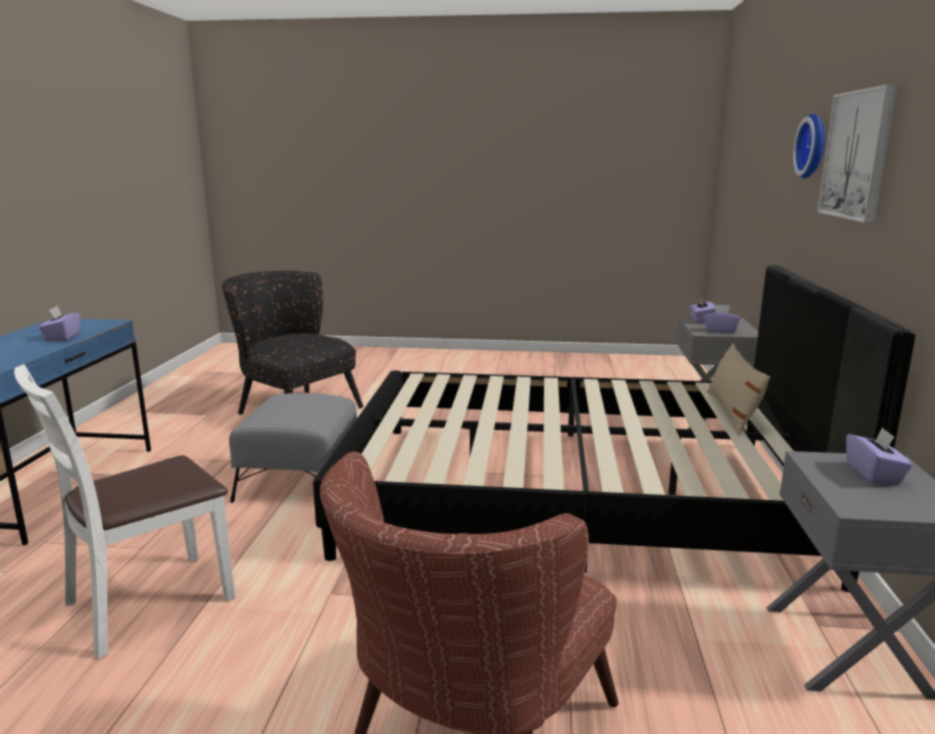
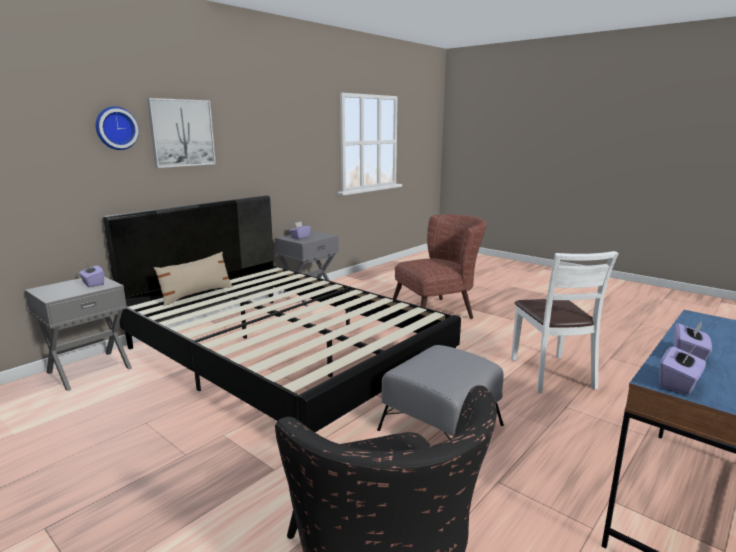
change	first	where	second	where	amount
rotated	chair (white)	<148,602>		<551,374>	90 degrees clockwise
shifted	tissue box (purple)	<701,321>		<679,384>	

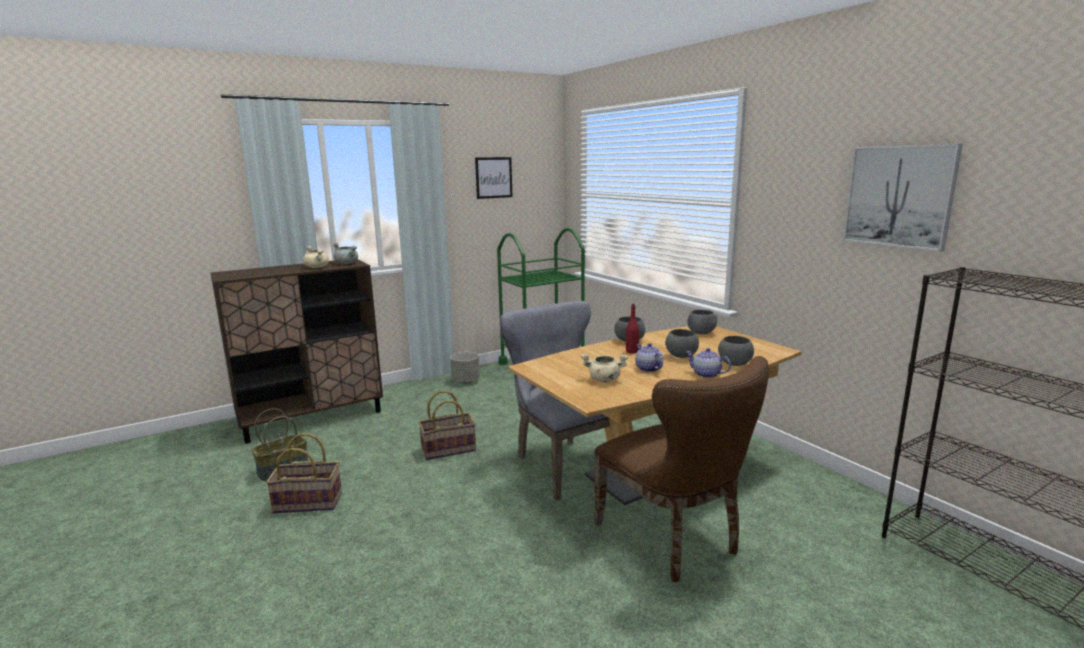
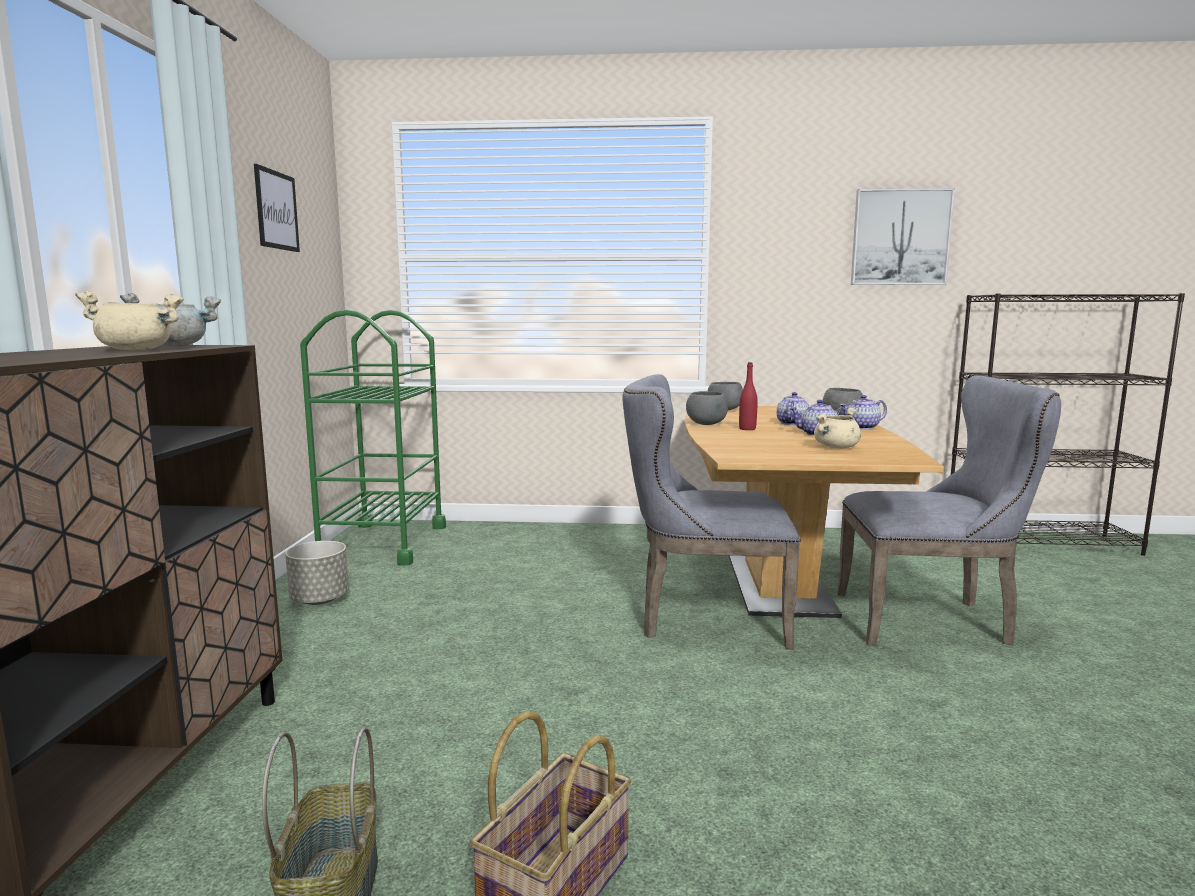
change	first	where	second	where	amount
swapped	bowl (grey)	<681,356>	teapot	<792,423>	
repainted	chair (brown)	<674,540>	chair (grey)	<932,620>	
gone	basket	<448,449>			

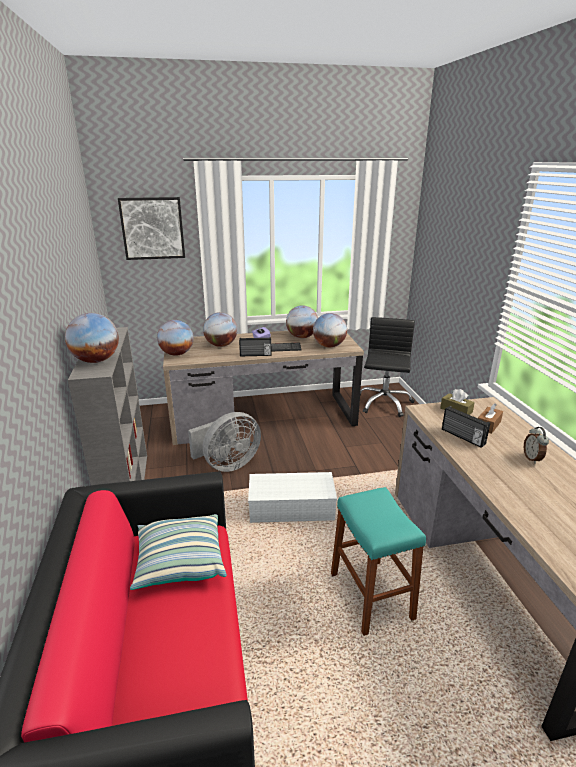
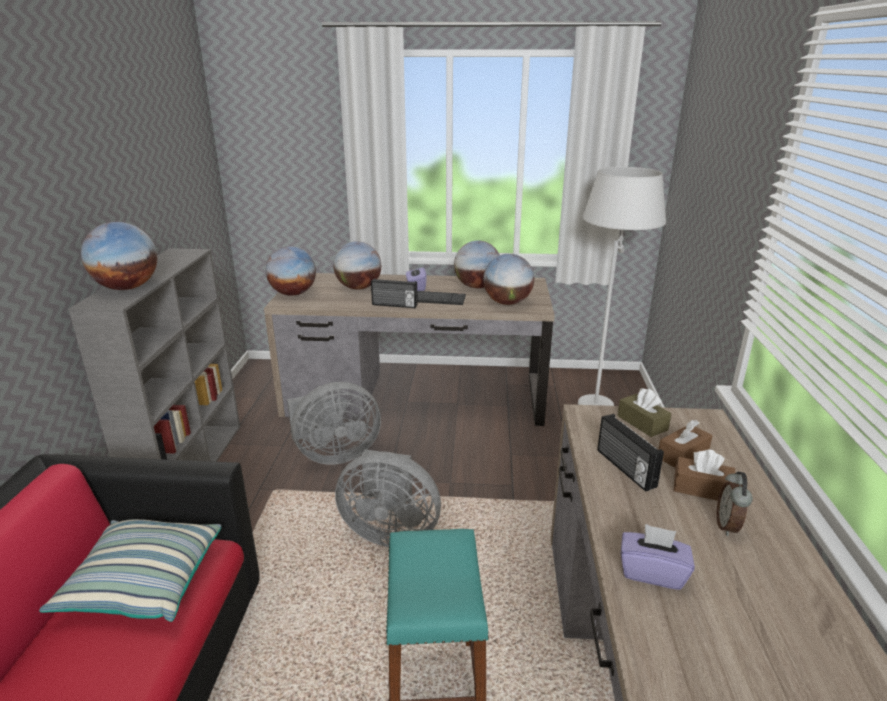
change	first	where	second	where	amount
swapped	storage box (white)	<292,507>	fan (grey)	<390,531>	
swapped	office chair (black)	<383,403>	floor lamp (white)	<600,398>	
new			tissue box (purple)	<652,572>	
new			tissue box (brown)	<702,489>	
gone	picture	<152,228>			

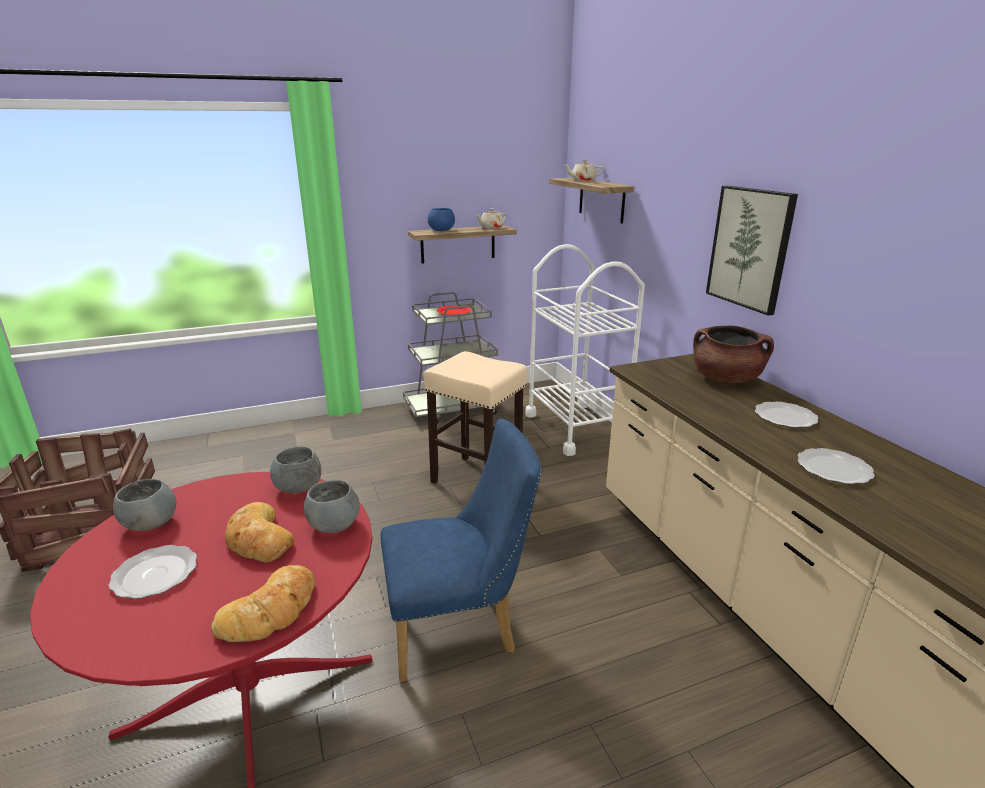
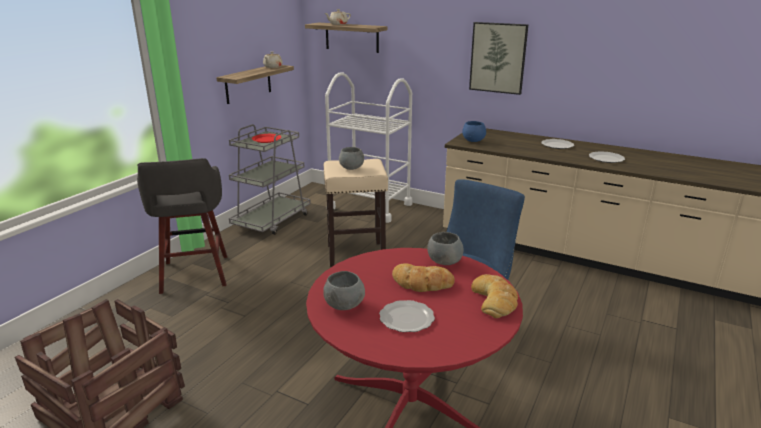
change	first	where	second	where	amount
new			stool (grey)	<194,275>	
shifted	bowl (grey)	<299,488>		<352,168>	
shifted	bowl (blue)	<442,230>		<473,141>	
gone	cooking pot (brown)	<726,379>			

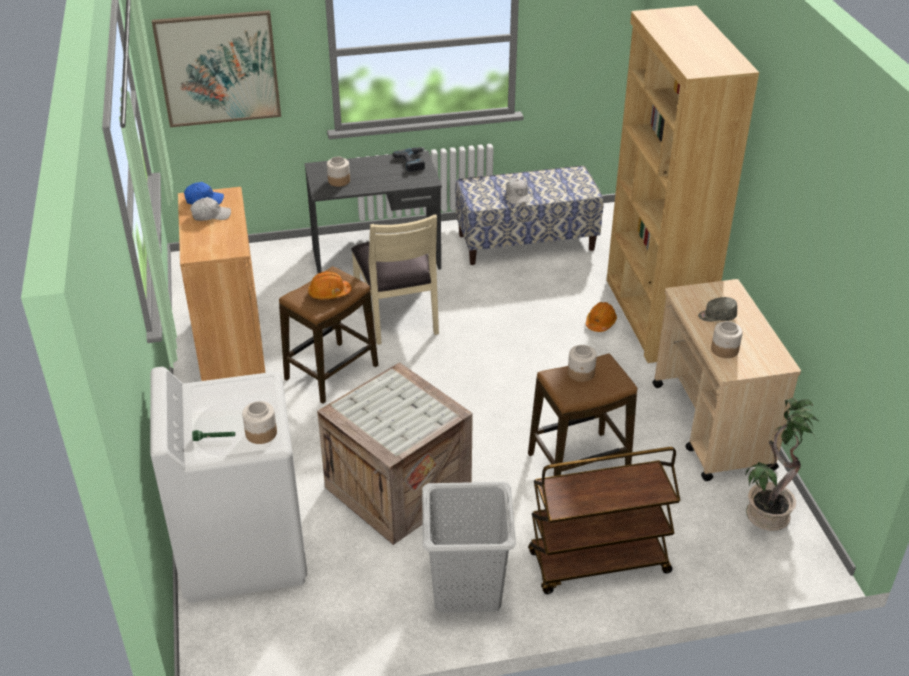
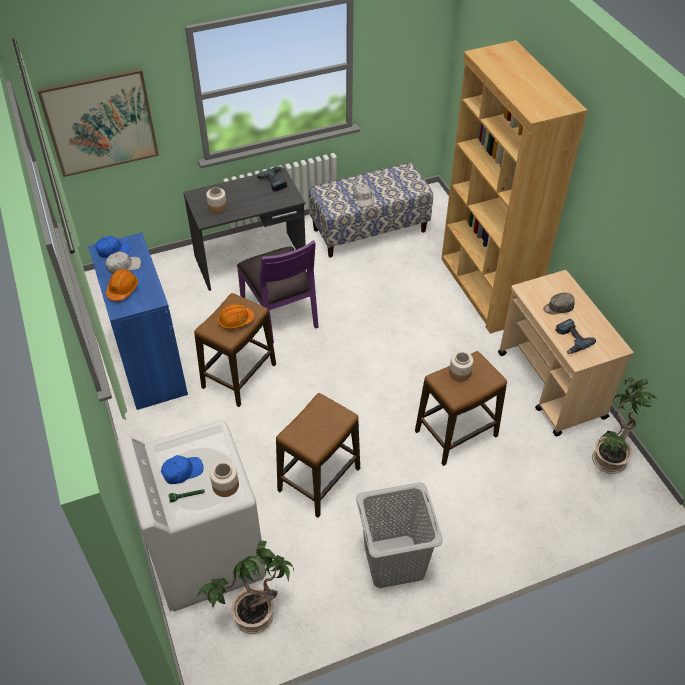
change	first	where	second	where	amount
repainted	cabinet (brown)	<232,350>	cabinet (blue)	<150,365>	
shifted	hard hat (orange)	<600,323>		<122,289>	
new			cap (blue)	<182,471>	
new			potted plant	<254,613>	
repainted	chair (beige)	<398,314>	chair (purple)	<281,312>	
swapped	crate	<398,490>	stool	<319,480>	
swapped	jar	<724,349>	power drill	<570,340>	
gone	cart (brown)	<598,564>			

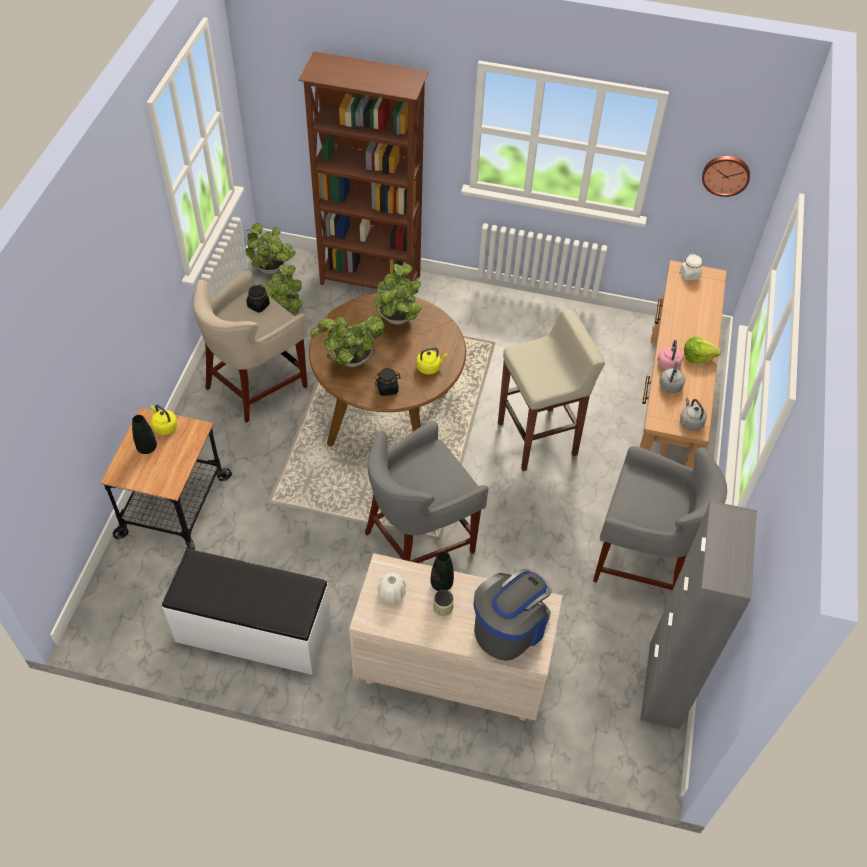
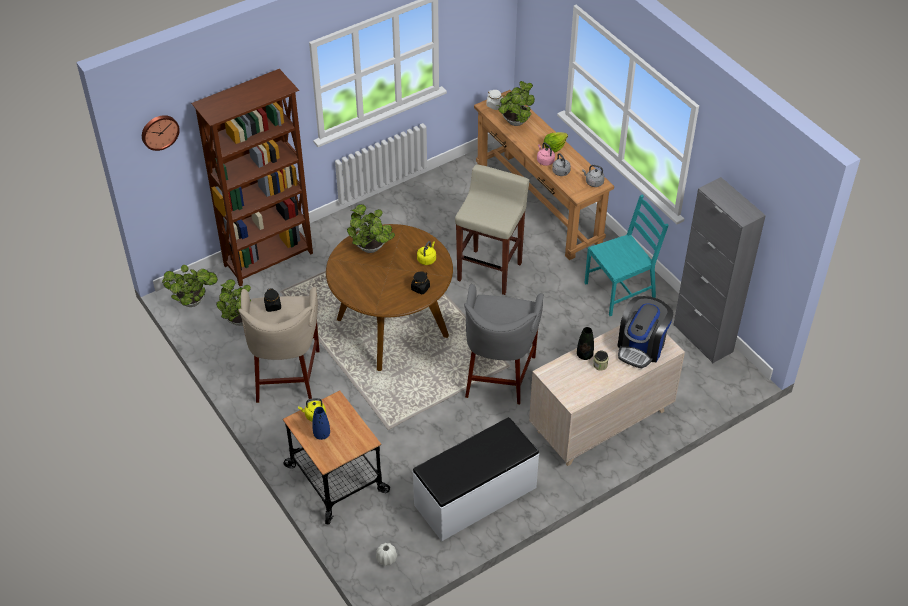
change	first	where	second	where	amount
shifted	wall clock	<726,174>		<159,131>	
repainted	vase (black)	<147,448>	vase (blue)	<322,434>	
shifted	vase (white)	<391,593>		<386,559>	
shifted	potted plant	<349,360>		<515,123>	
swapped	stool (grey)	<640,561>	chair (turquoise)	<620,290>	
rotated	coffee machine	<509,627>		<641,346>	150 degrees counterclockwise

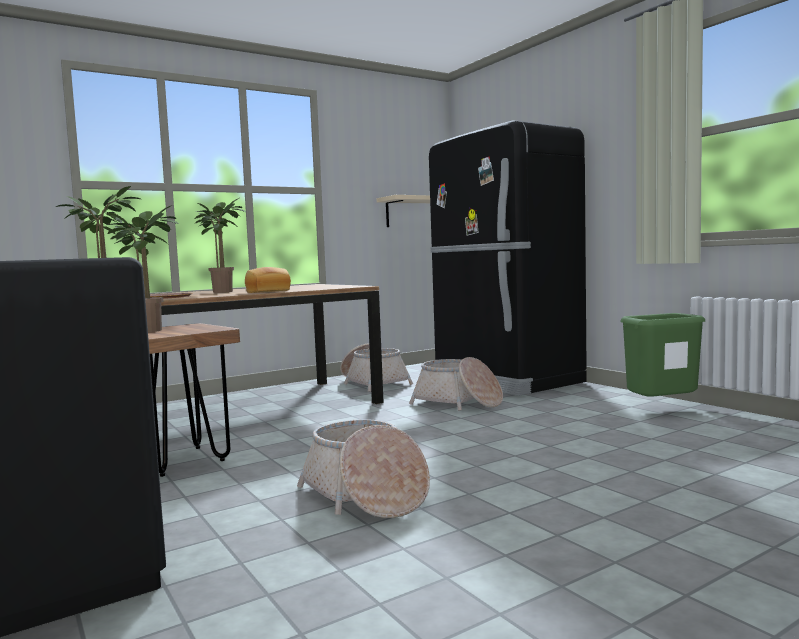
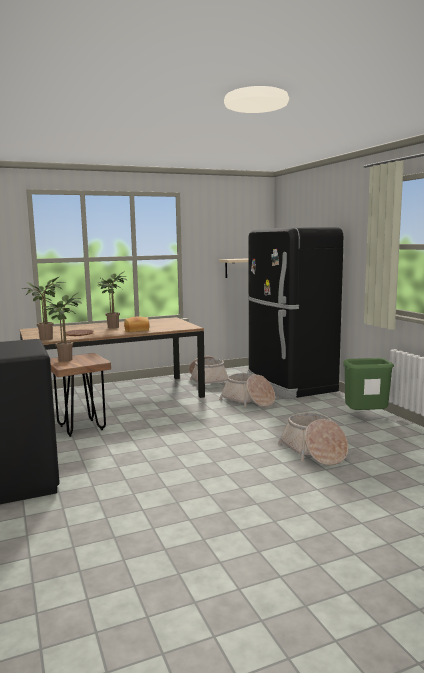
change	first	where	second	where	amount
shifted	basket	<365,495>		<314,452>	

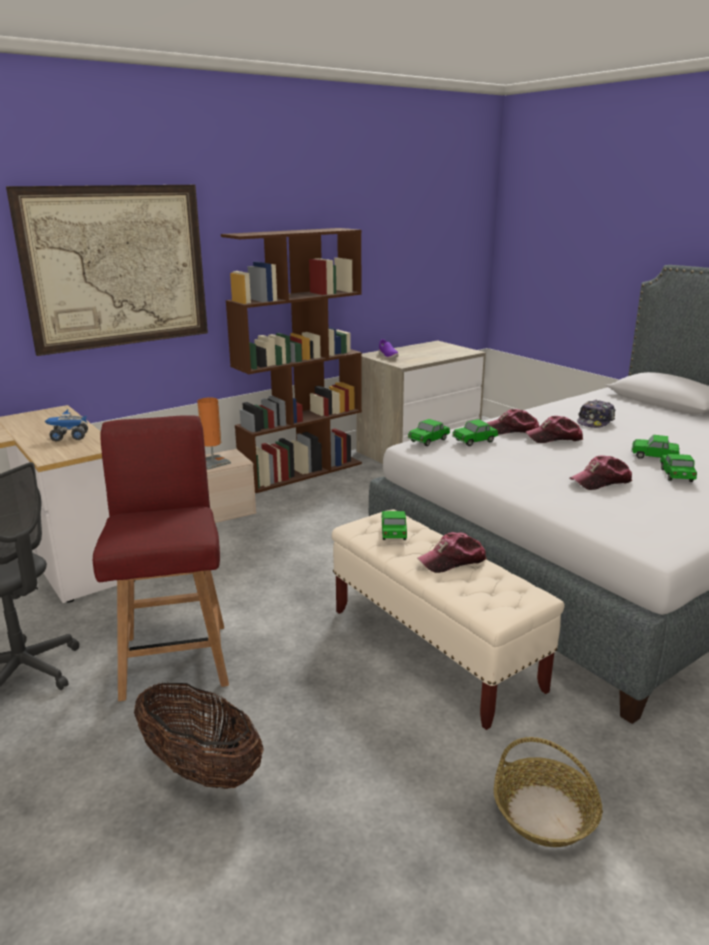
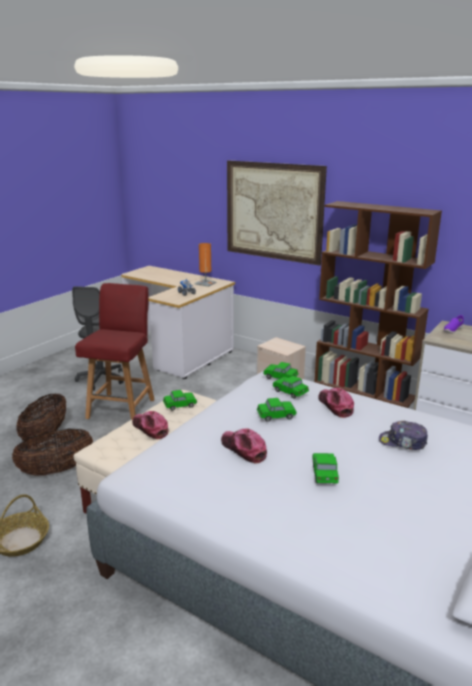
change	first	where	second	where	amount
new			basket	<56,470>	
rotated	chair (red)	<175,658>		<122,408>	45 degrees counterclockwise
shifted	table lamp (orange)	<213,462>		<205,283>	
shifted	toy car	<676,475>		<276,416>	
gone	cap	<554,438>			

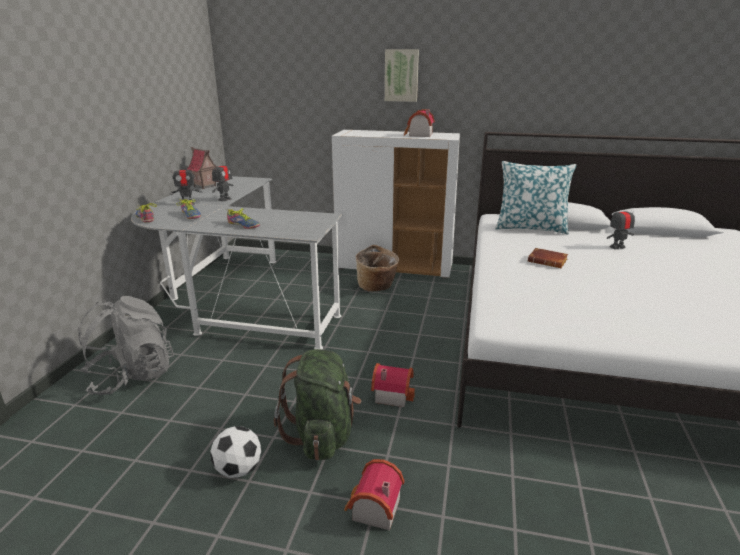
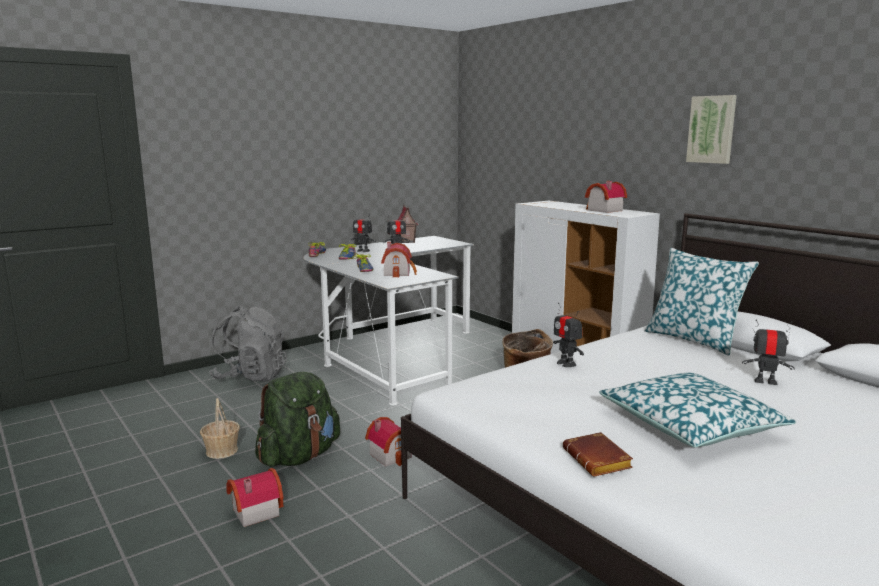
change	first	where	second	where	amount
swapped	football	<238,470>	basket	<221,451>	
new			toy house	<399,273>	
new			toy robot	<566,363>	
shifted	book (brown)	<548,261>		<599,460>	
new			pillow	<690,425>	
shifted	picture	<401,75>		<712,129>	

